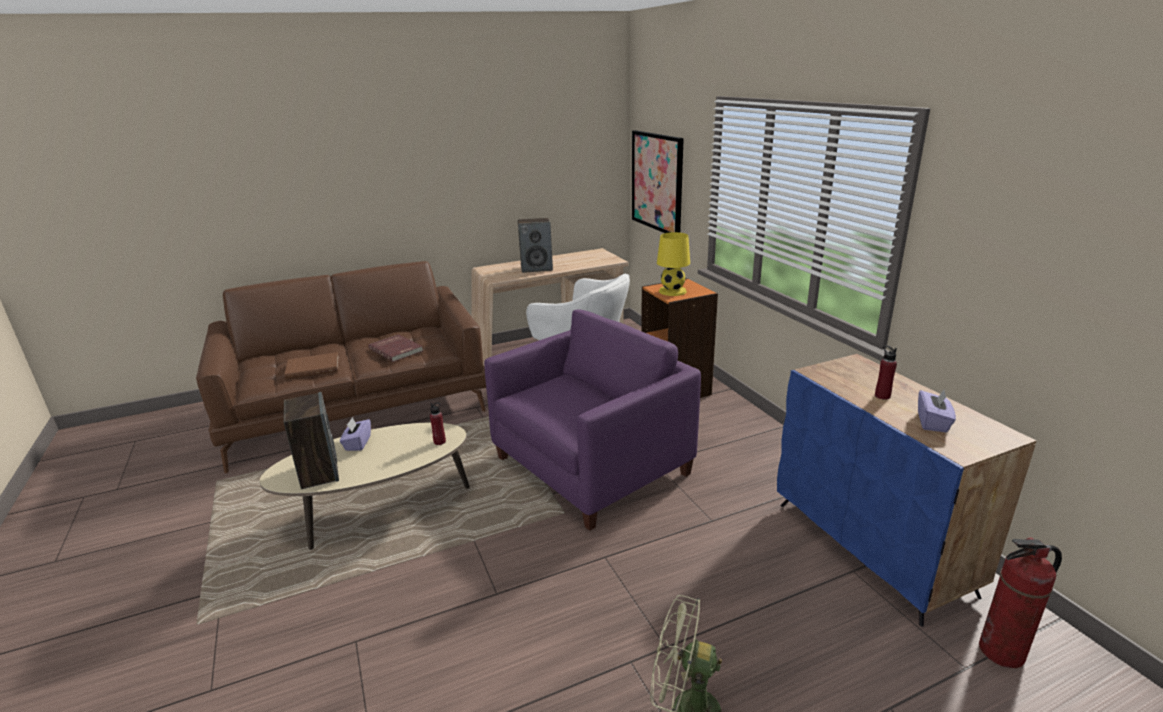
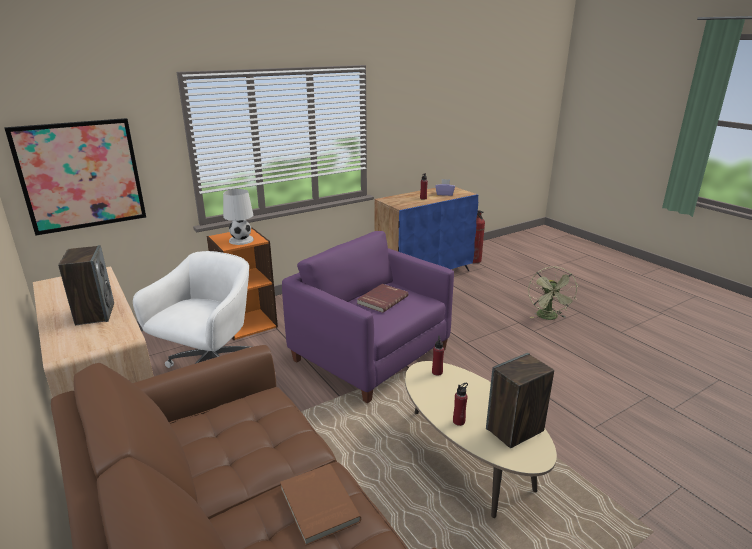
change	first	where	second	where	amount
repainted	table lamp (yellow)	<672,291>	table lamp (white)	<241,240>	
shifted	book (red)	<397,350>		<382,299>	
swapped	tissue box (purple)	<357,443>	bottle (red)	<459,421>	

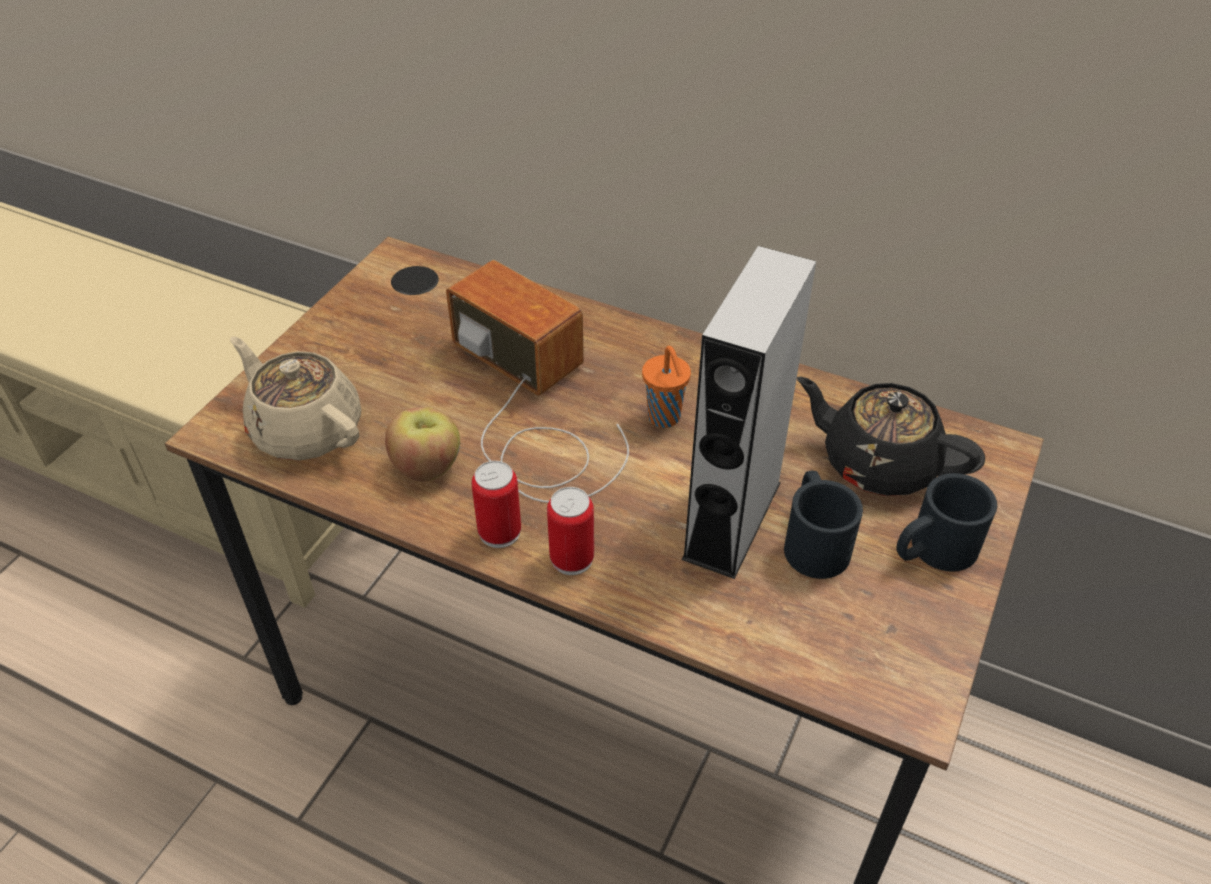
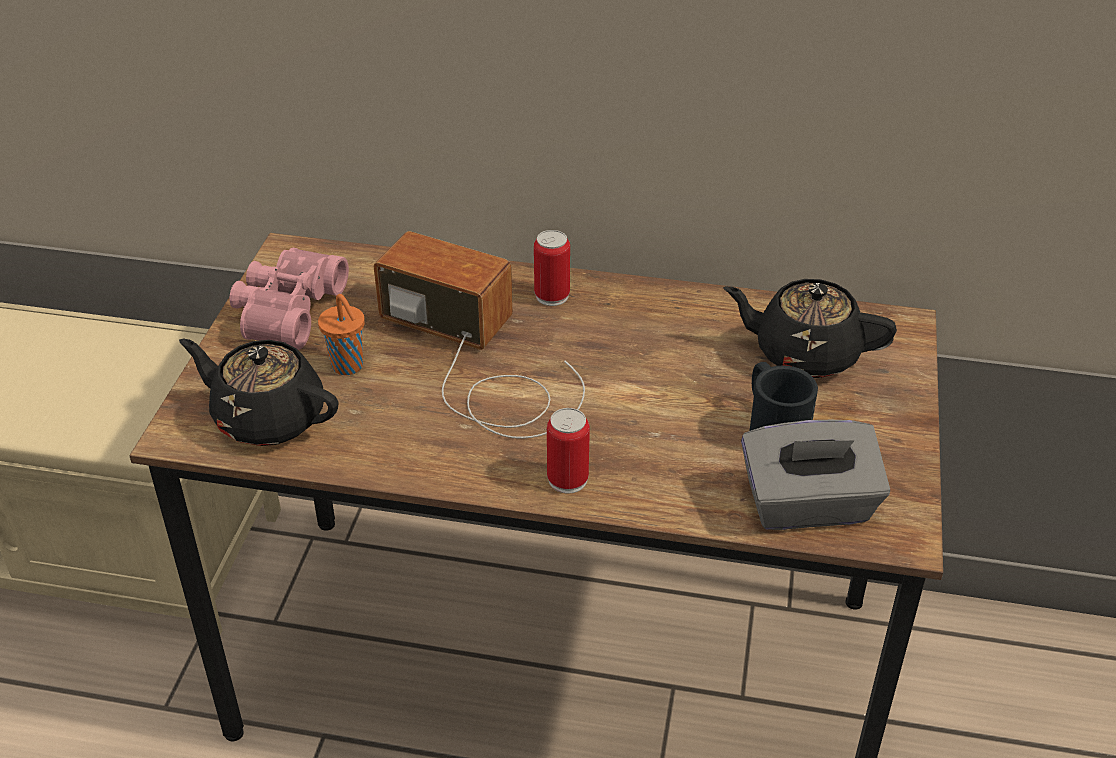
change	first	where	second	where	amount
repainted	teapot (beige)	<305,429>	teapot (black)	<267,418>	
new			binoculars (pink)	<285,310>	
shifted	cup (orange)	<665,418>		<348,367>	
shifted	can	<499,532>		<552,295>	
new			tissue box (grey)	<808,506>	
gone	apple	<427,467>			
gone	speaker (grey)	<732,520>			
gone	mug (black)	<932,551>			

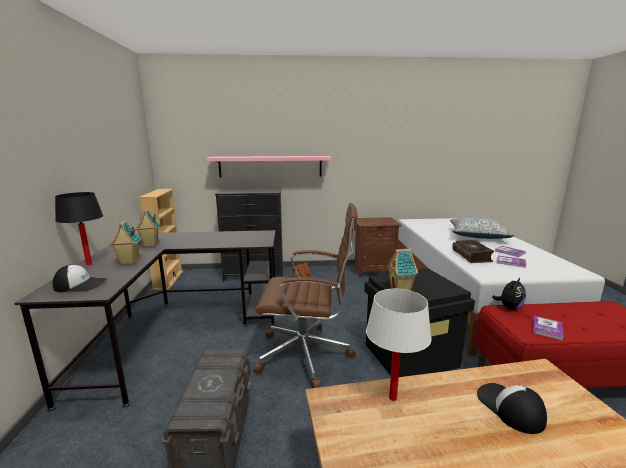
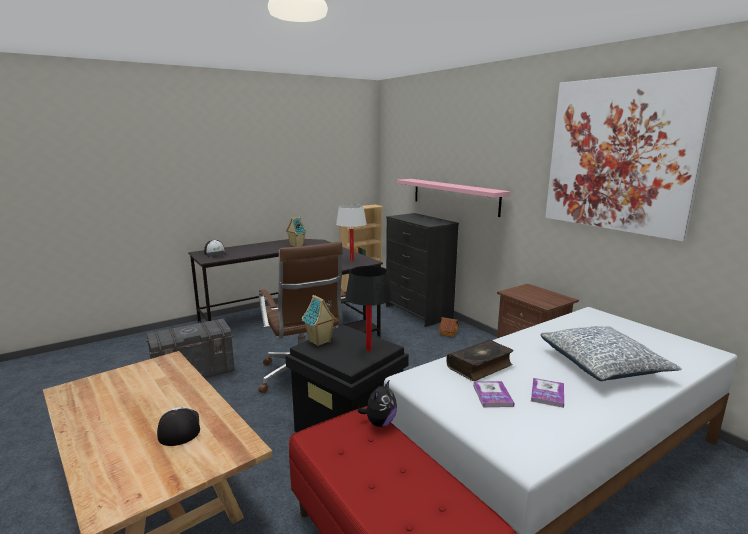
change	first	where	second	where	amount
rotated	cap	<509,408>		<178,428>	60 degrees counterclockwise
shifted	table lamp (white)	<392,398>		<352,260>	
shifted	table lamp (black)	<89,264>		<368,349>	
rotated	plush toy	<509,308>		<379,423>	75 degrees counterclockwise
new			picture	<620,155>	
gone	toy house	<128,261>			
gone	book	<547,329>			

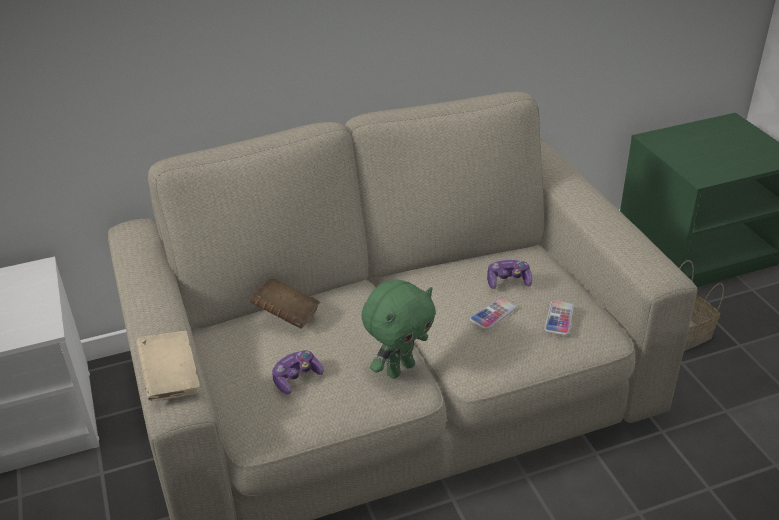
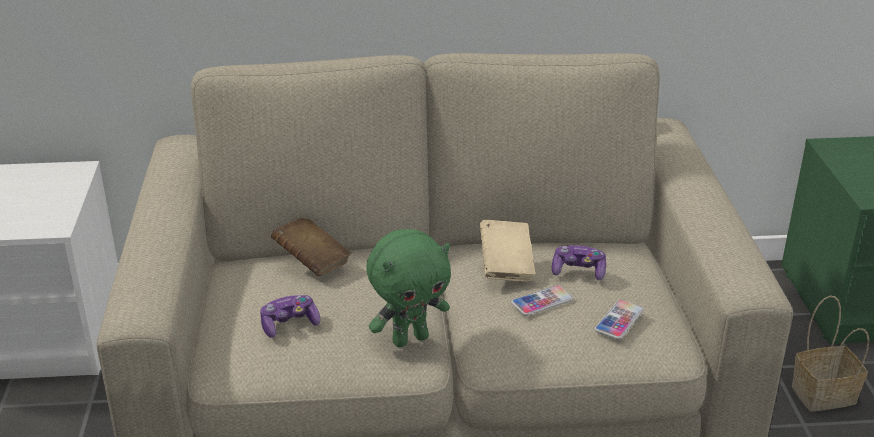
change	first	where	second	where	amount
shifted	book (beige)	<171,379>		<506,266>	

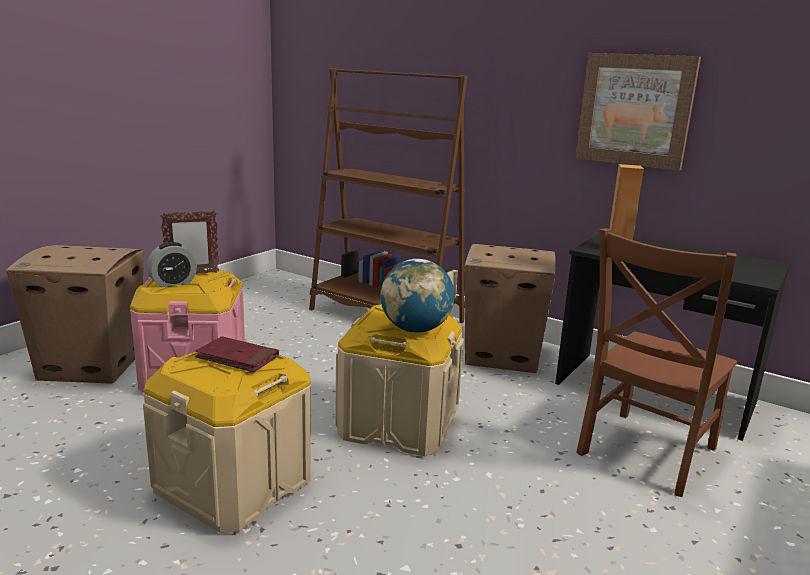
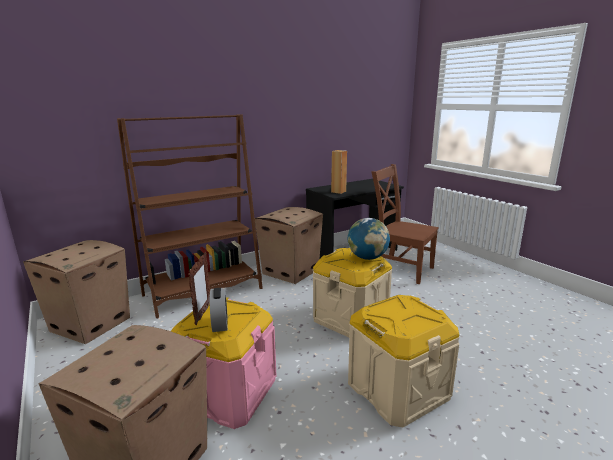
change	first	where	second	where	amount
new			cardboard box	<92,324>	
rotated	chair (brown)	<644,453>		<400,269>	150 degrees clockwise
gone	book (red)	<237,358>			
gone	picture	<635,110>			

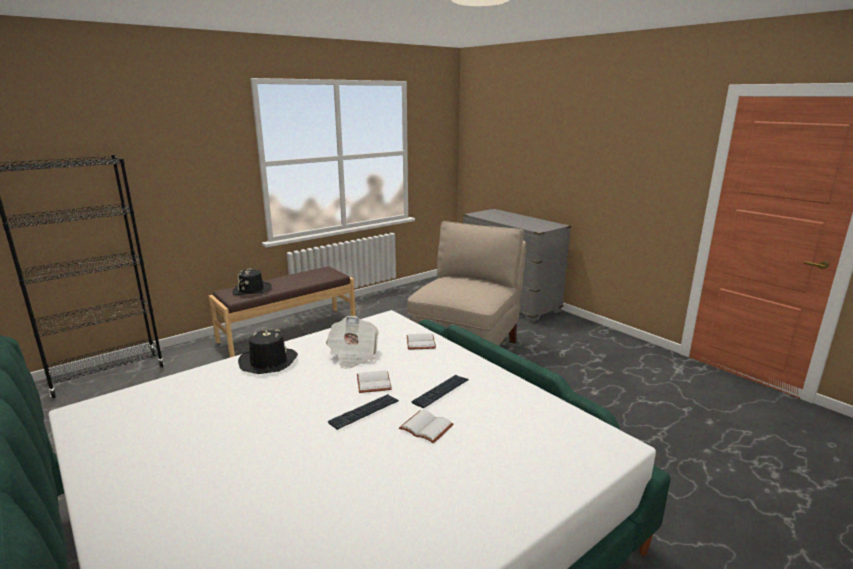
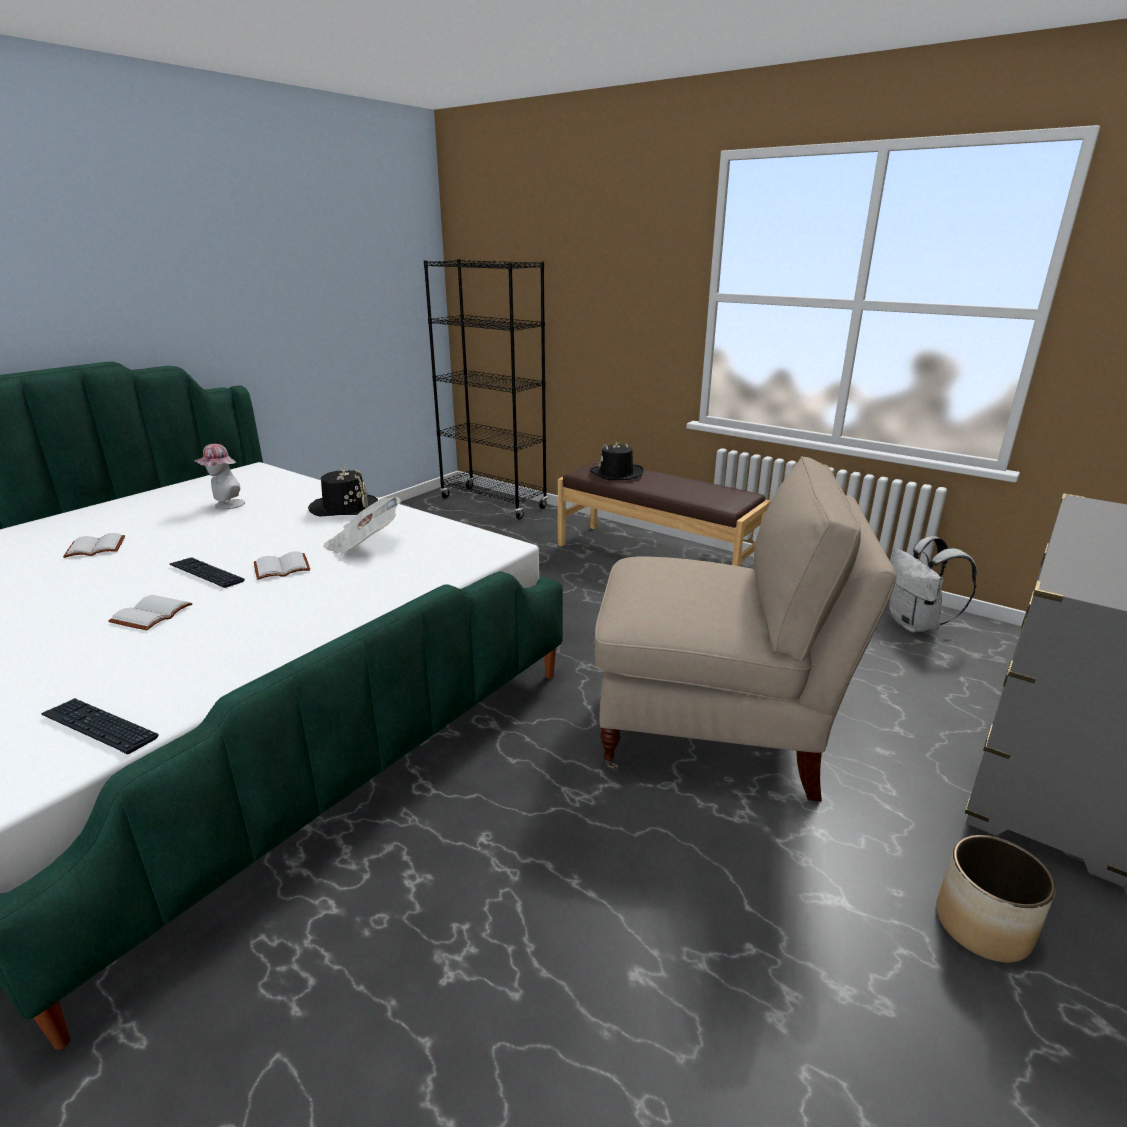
change	first	where	second	where	amount
shifted	keyboard	<440,392>		<99,727>	
shifted	book (white)	<421,343>		<94,548>	
new			hat	<226,505>	
new			backpack (white)	<915,625>	
new			planter	<983,926>	

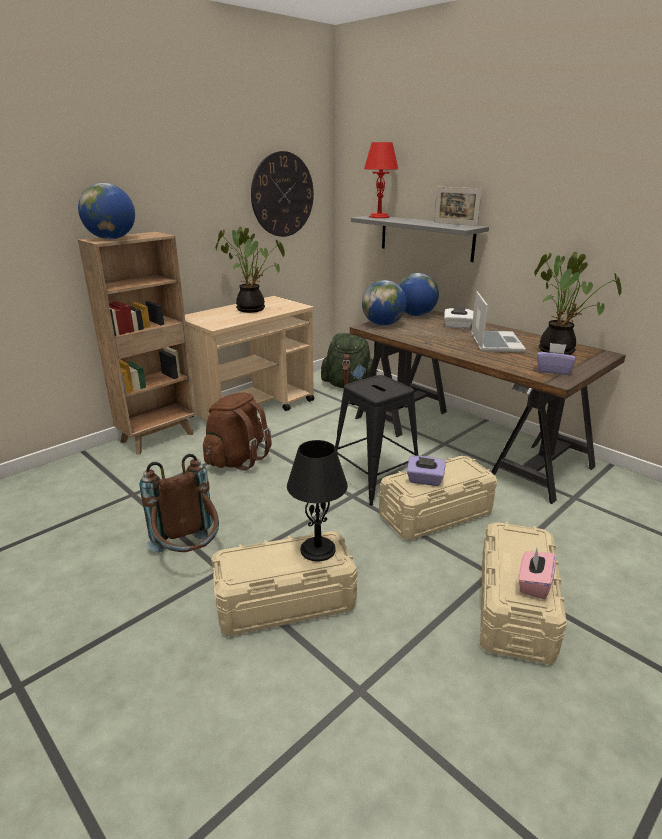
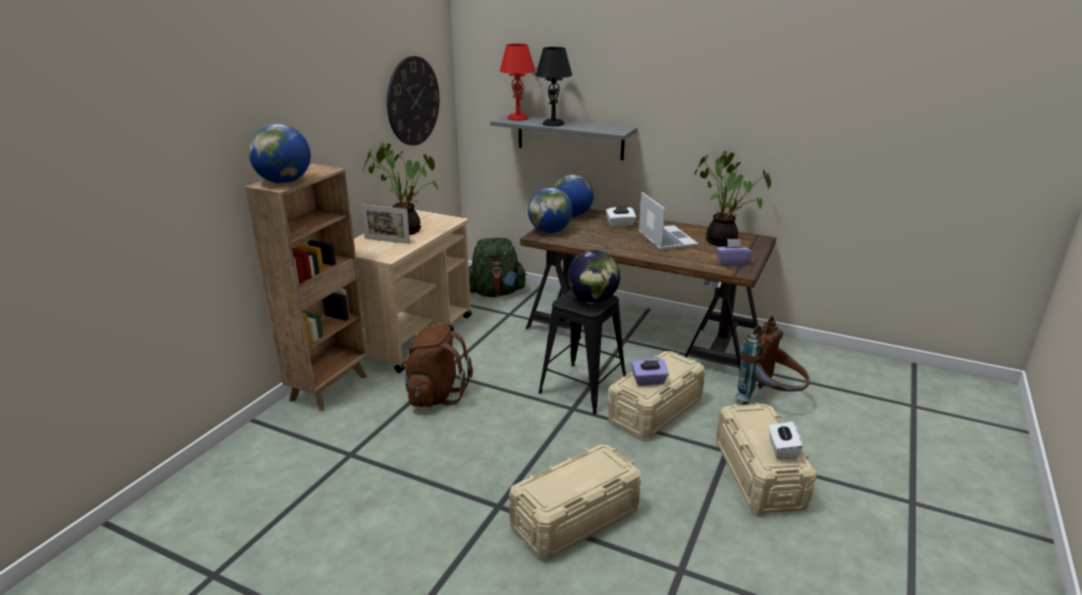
change	first	where	second	where	amount
shifted	picture frame	<455,224>		<387,241>	
shifted	table lamp (black)	<317,550>		<553,124>	
new			globe	<593,300>	
shifted	backpack (brown)	<189,555>		<770,400>	
repainted	tissue box (pink)	<533,584>	tissue box (white)	<782,449>	

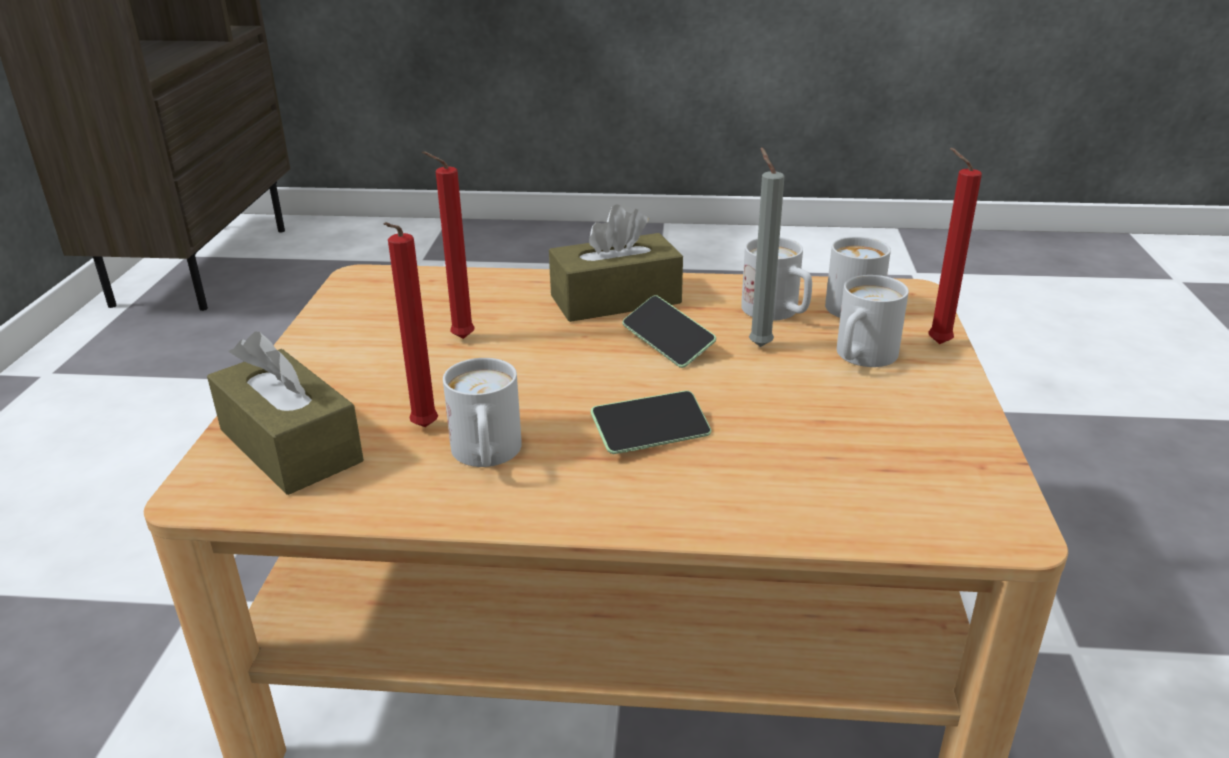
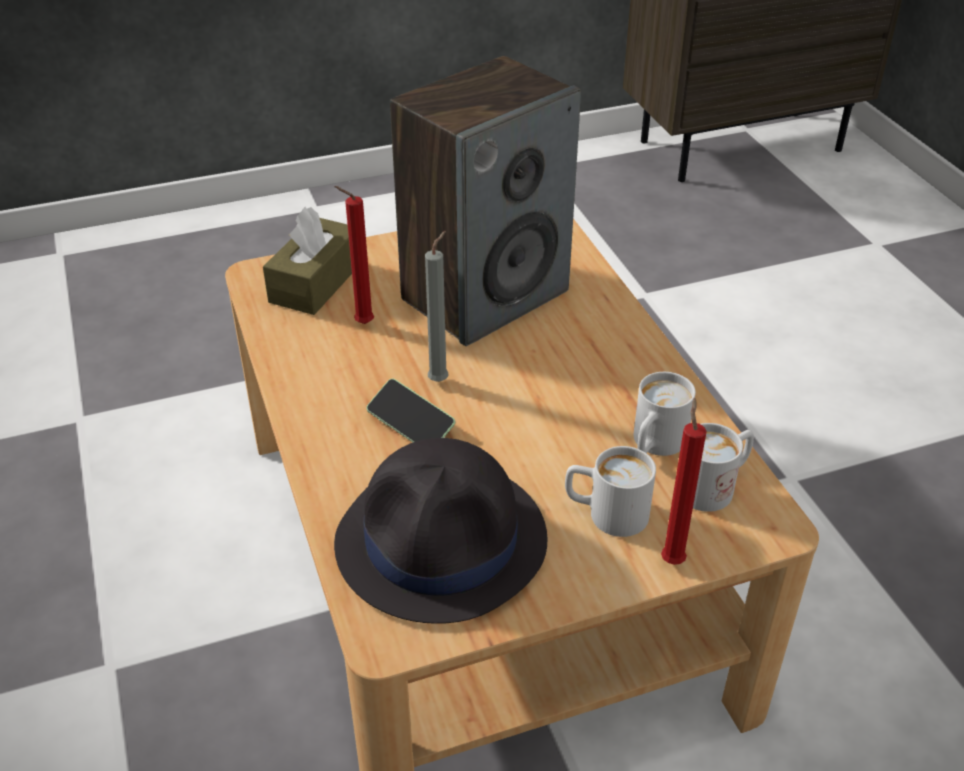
change	first	where	second	where	amount
new			hat (black)	<443,542>	
swapped	candle (red)	<459,339>	speaker	<485,295>	
shifted	candle (grey)	<758,345>		<440,379>	
gone	mug (white)	<486,456>			
gone	tissue box (brown)	<615,299>			
gone	phone	<667,343>			

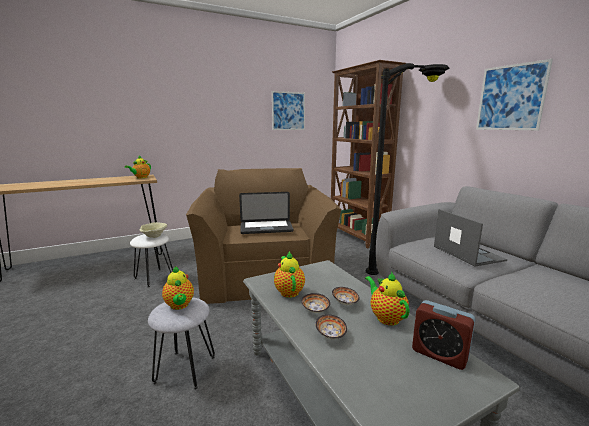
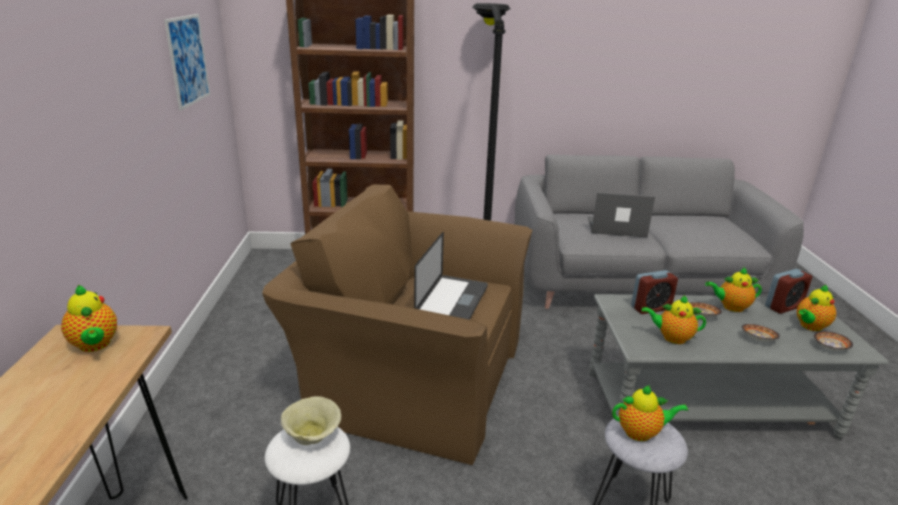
change	first	where	second	where	amount
new			alarm clock	<650,308>	
new			teapot	<809,326>	
shifted	bowl	<315,310>		<830,348>	
gone	picture	<510,97>			

